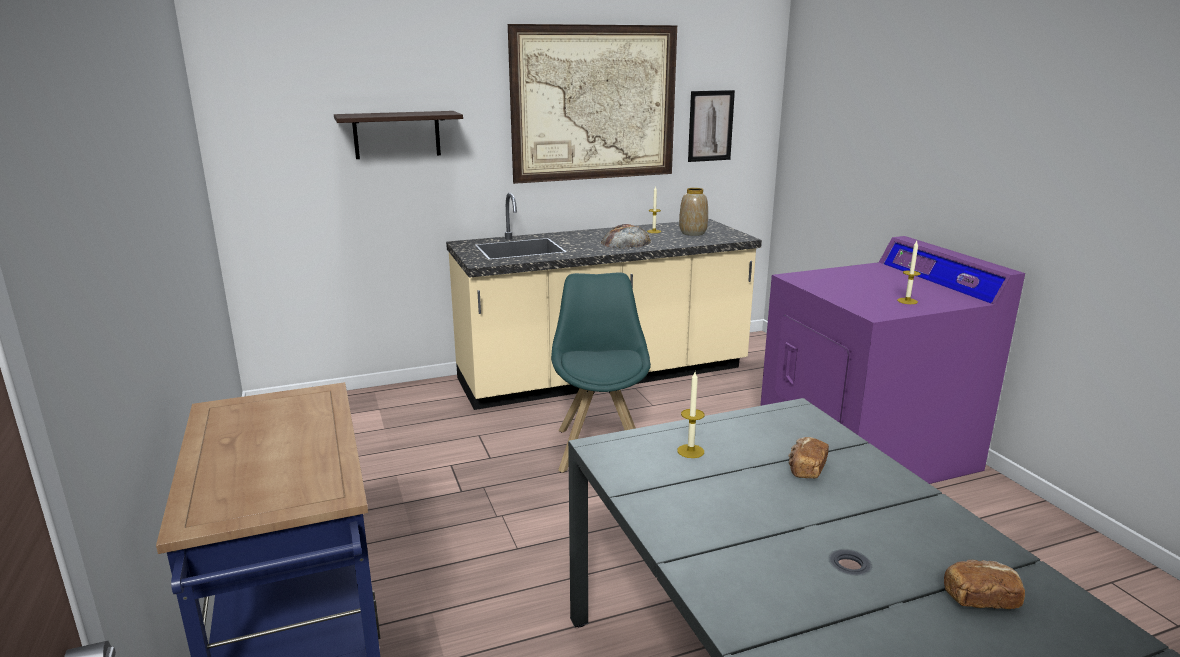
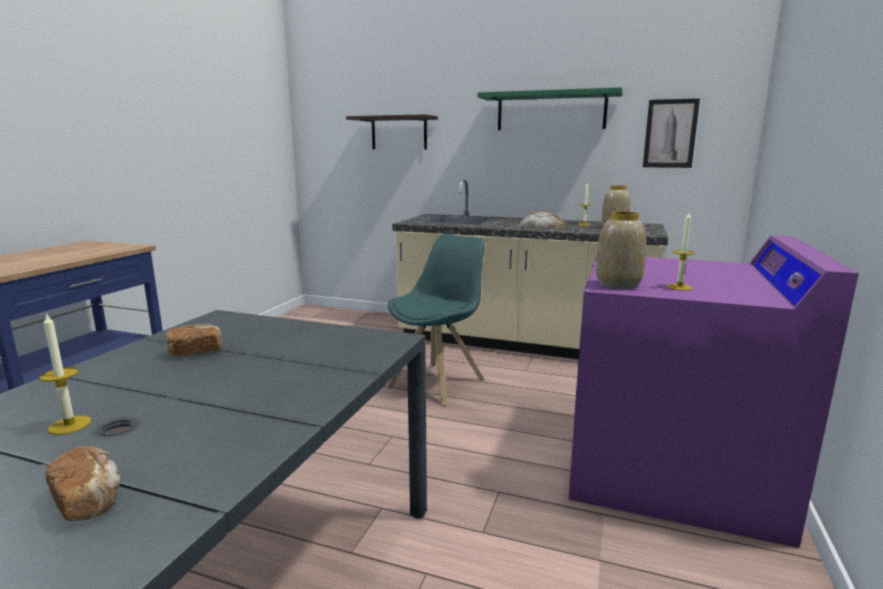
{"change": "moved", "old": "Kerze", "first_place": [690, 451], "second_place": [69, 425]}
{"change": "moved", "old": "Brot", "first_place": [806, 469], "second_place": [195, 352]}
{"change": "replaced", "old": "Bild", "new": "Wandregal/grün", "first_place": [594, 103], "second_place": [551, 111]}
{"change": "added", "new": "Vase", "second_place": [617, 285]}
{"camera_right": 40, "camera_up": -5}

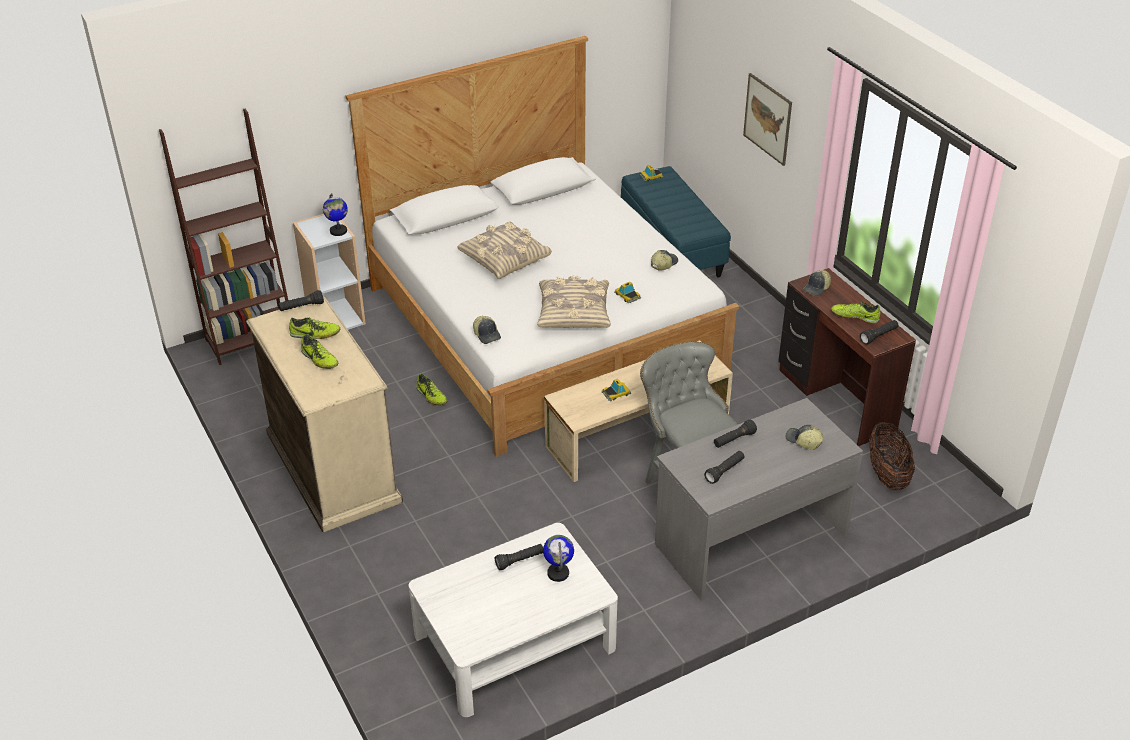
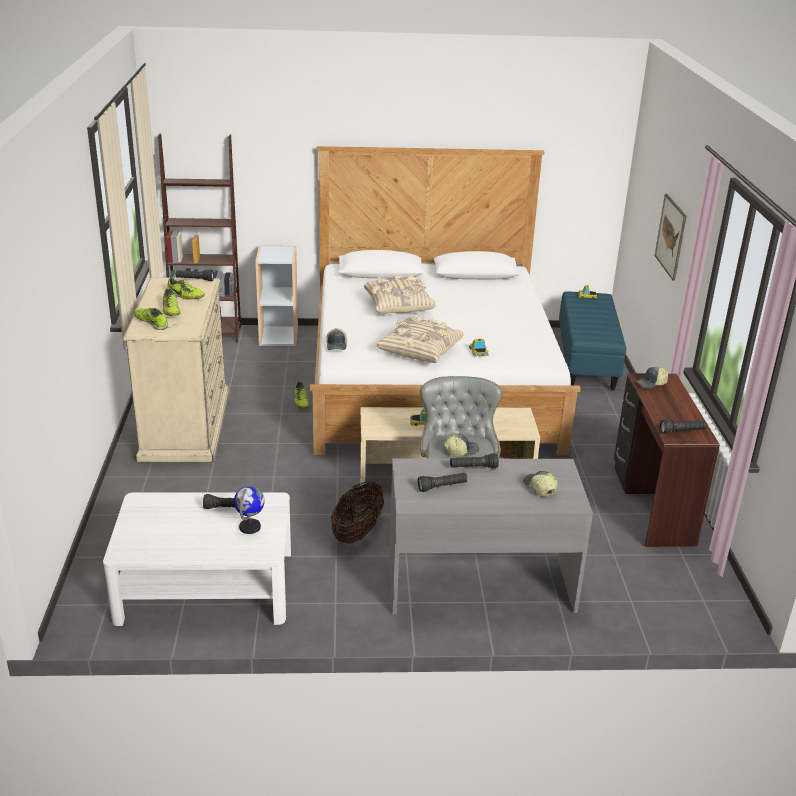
{"change": "moved", "old": "Schuh", "first_place": [854, 316], "second_place": [151, 322]}
{"change": "moved", "old": "Korb", "first_place": [887, 474], "second_place": [357, 532]}
{"change": "moved", "old": "Kappe", "first_place": [663, 264], "second_place": [460, 450]}
{"change": "removed", "old": "Globus", "first_place": [338, 231]}
{"camera_right": 25, "camera_up": -10}

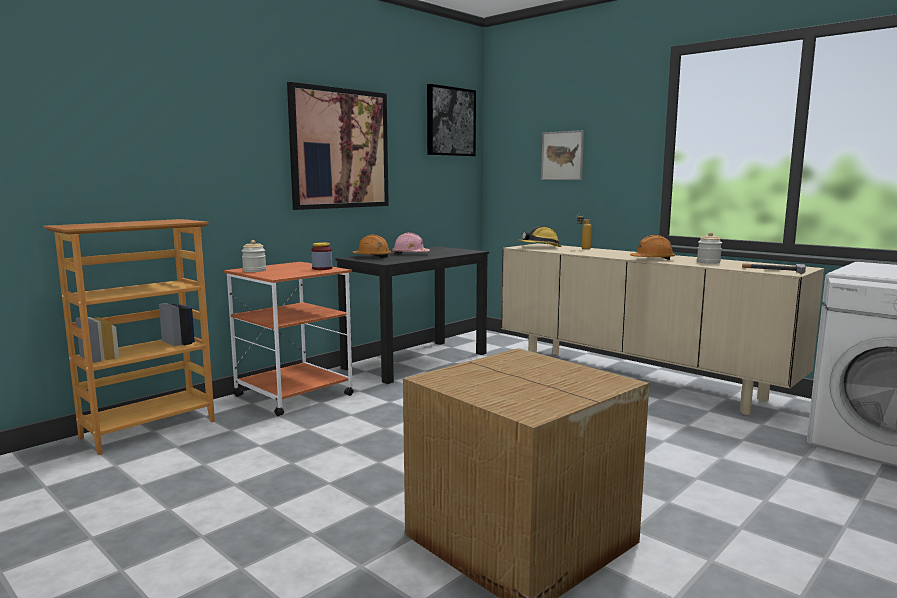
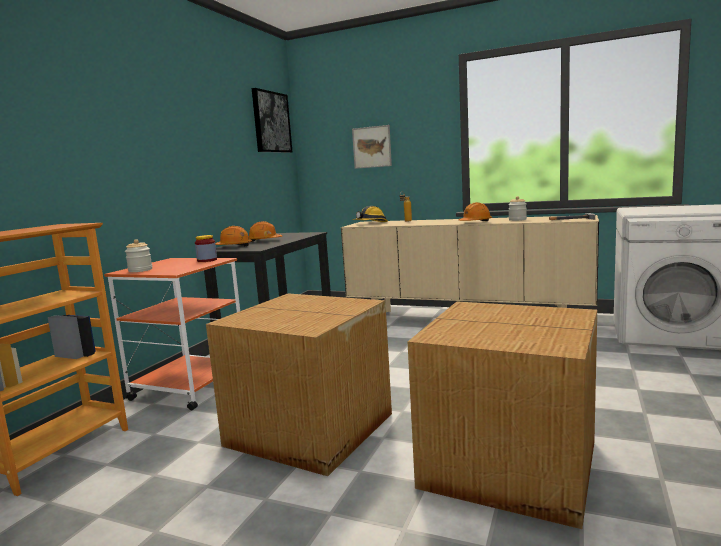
{"change": "added", "new": "Karton", "second_place": [310, 430]}
{"change": "recoloured", "old": "Schutzhelm/rosa", "new": "Schutzhelm/orange", "first_place": [410, 254], "second_place": [264, 241]}
{"change": "removed", "old": "Bild", "first_place": [340, 149]}
{"camera_right": -20, "camera_up": 0}

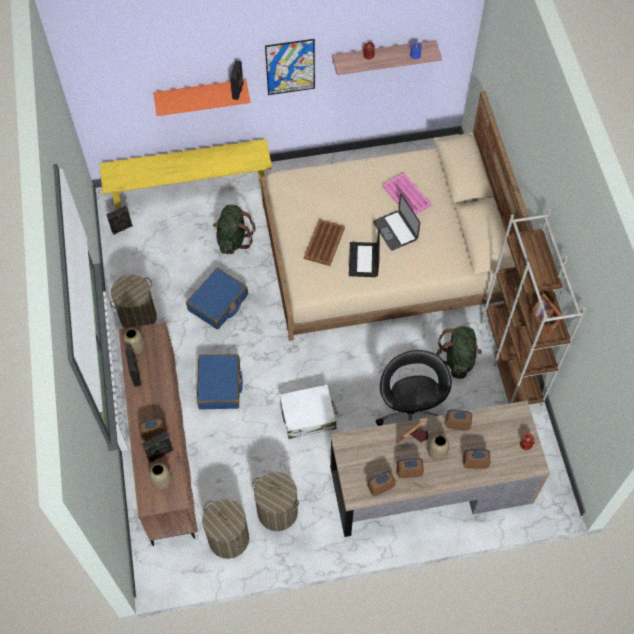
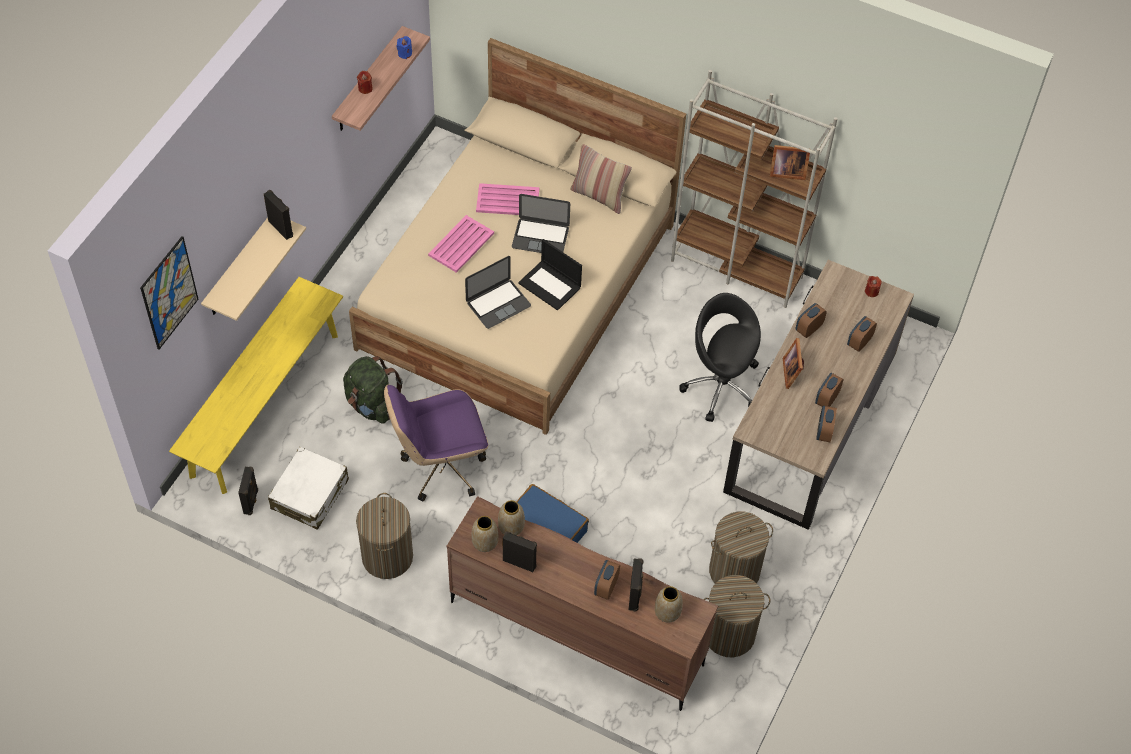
{"change": "moved", "old": "Bild", "first_place": [290, 67], "second_place": [169, 293]}
{"change": "recoloured", "old": "Wandregal/orange", "new": "Wandregal/beige", "first_place": [201, 94], "second_place": [239, 267]}
{"change": "moved", "old": "Koffer/weiß", "first_place": [308, 416], "second_place": [310, 494]}
{"change": "replaced", "old": "Koffer/blau", "new": "Bürostuhl/lila", "first_place": [218, 303], "second_place": [440, 469]}
{"change": "added", "new": "Tablett/rosa", "second_place": [462, 244]}
{"change": "replaced", "old": "Tablett/braun", "new": "Laptop", "first_place": [324, 242], "second_place": [498, 304]}
{"change": "moved", "old": "Vase", "first_place": [437, 452], "second_place": [511, 527]}
{"change": "added", "new": "Kissen", "second_place": [599, 196]}
{"change": "removed", "old": "Rucksack/grün", "first_place": [458, 359]}
{"camera_right": -55, "camera_up": -5}

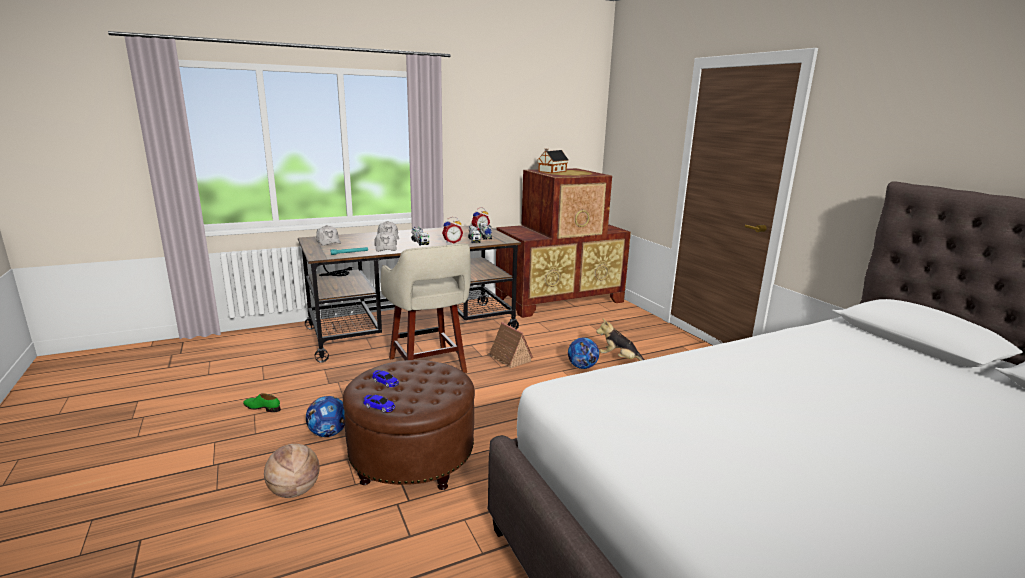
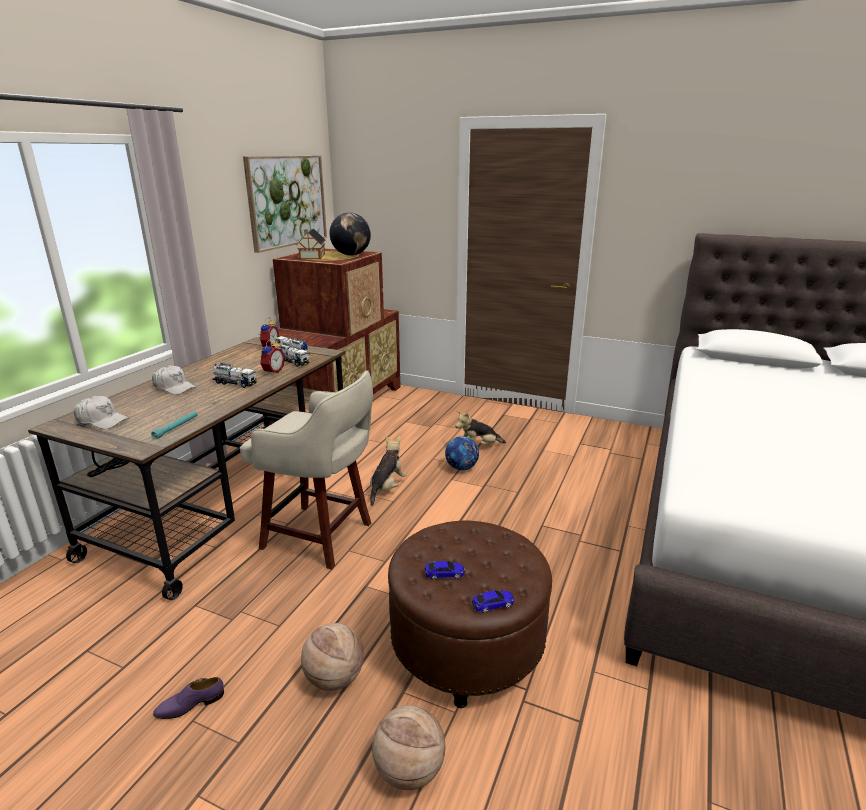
{"change": "recoloured", "old": "Schuh/grün", "new": "Schuh/lila", "first_place": [262, 408], "second_place": [190, 705]}
{"change": "added", "new": "Bild", "second_place": [287, 201]}
{"change": "replaced", "old": "Fußball", "new": "Basketball", "first_place": [328, 433], "second_place": [334, 678]}
{"change": "added", "new": "Globus", "second_place": [351, 255]}
{"change": "replaced", "old": "Spielzeughaus", "new": "Plüschtier", "first_place": [509, 358], "second_place": [387, 488]}
{"change": "removed", "old": "Kappe/weiß", "first_place": [386, 248]}
{"camera_right": -40, "camera_up": 5}

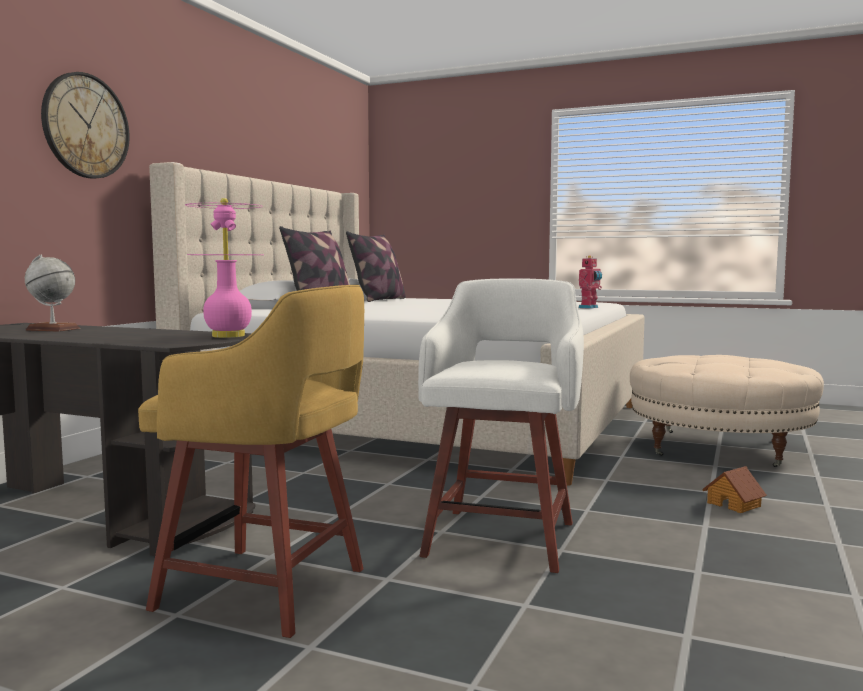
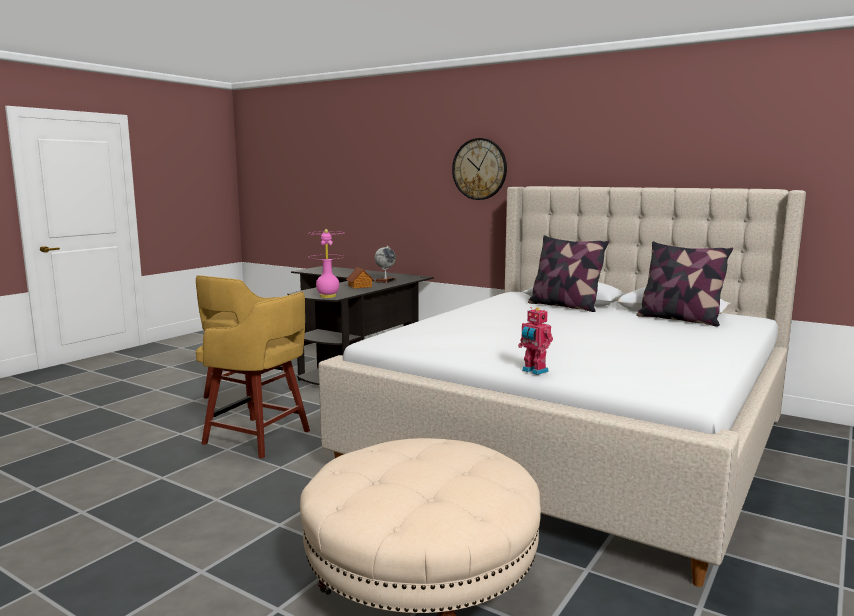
{"change": "recoloured", "old": "Hocker/weiß", "new": "Hocker/gelb", "first_place": [502, 537], "second_place": [259, 438]}
{"change": "moved", "old": "Spielzeughaus", "first_place": [734, 504], "second_place": [360, 286]}
{"camera_right": 100, "camera_up": 5}

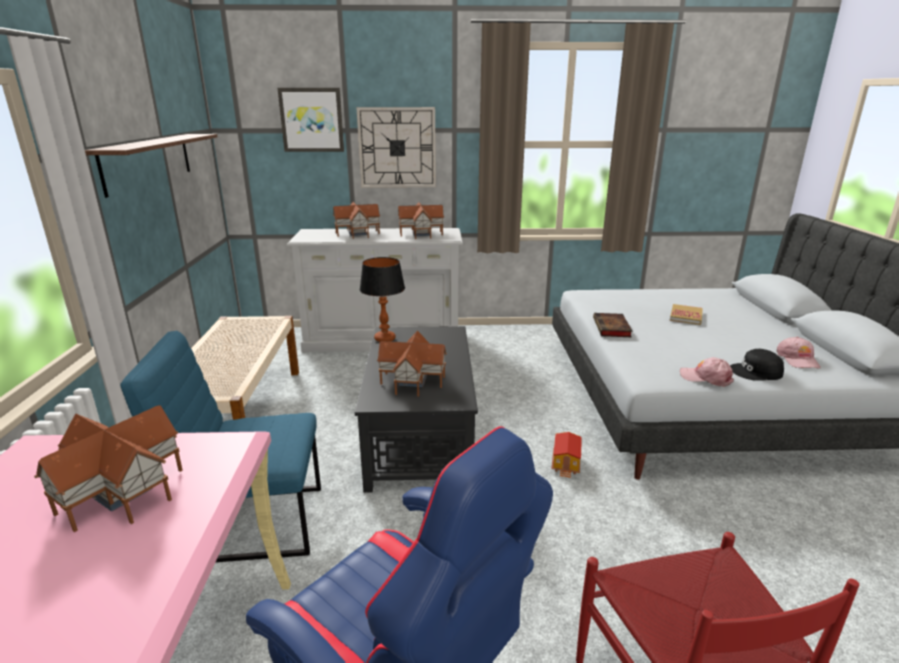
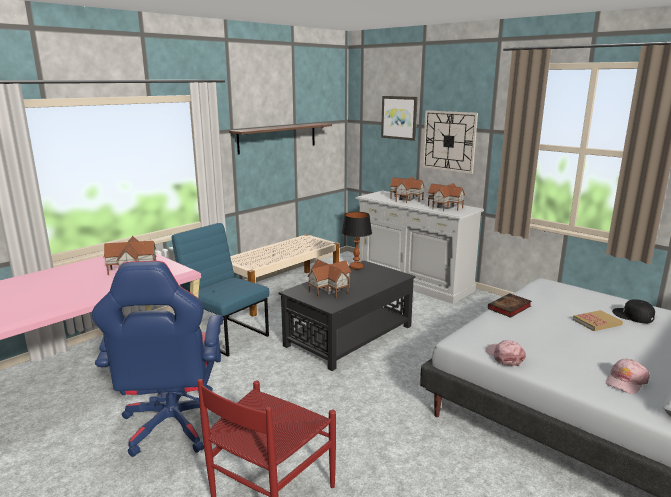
{"change": "moved", "old": "Kappe/schwarz", "first_place": [756, 372], "second_place": [633, 316]}
{"change": "removed", "old": "Spielzeughaus", "first_place": [566, 464]}
{"camera_right": 45, "camera_up": -5}

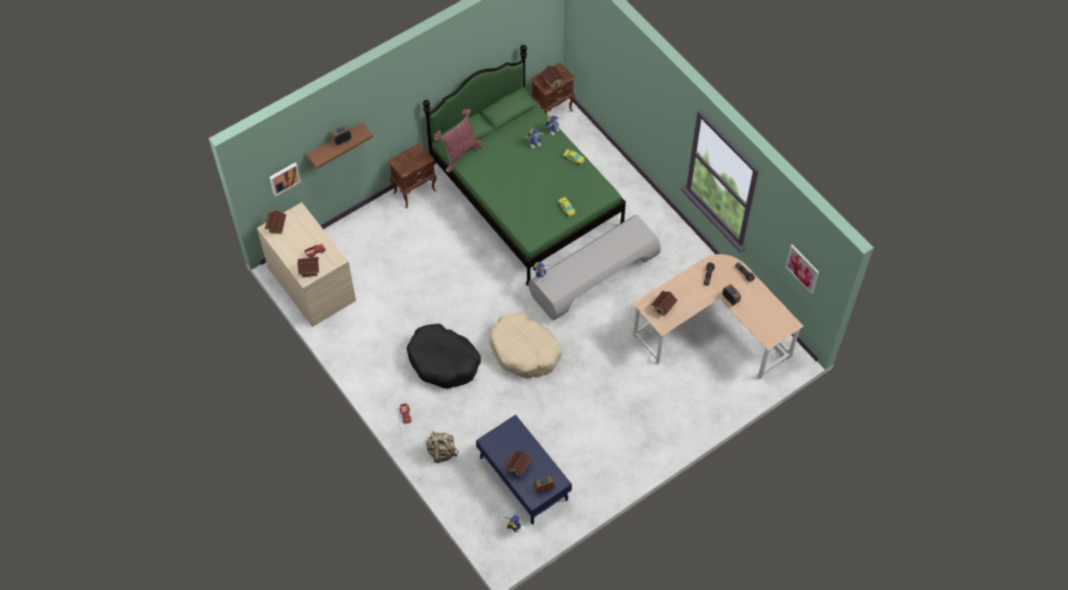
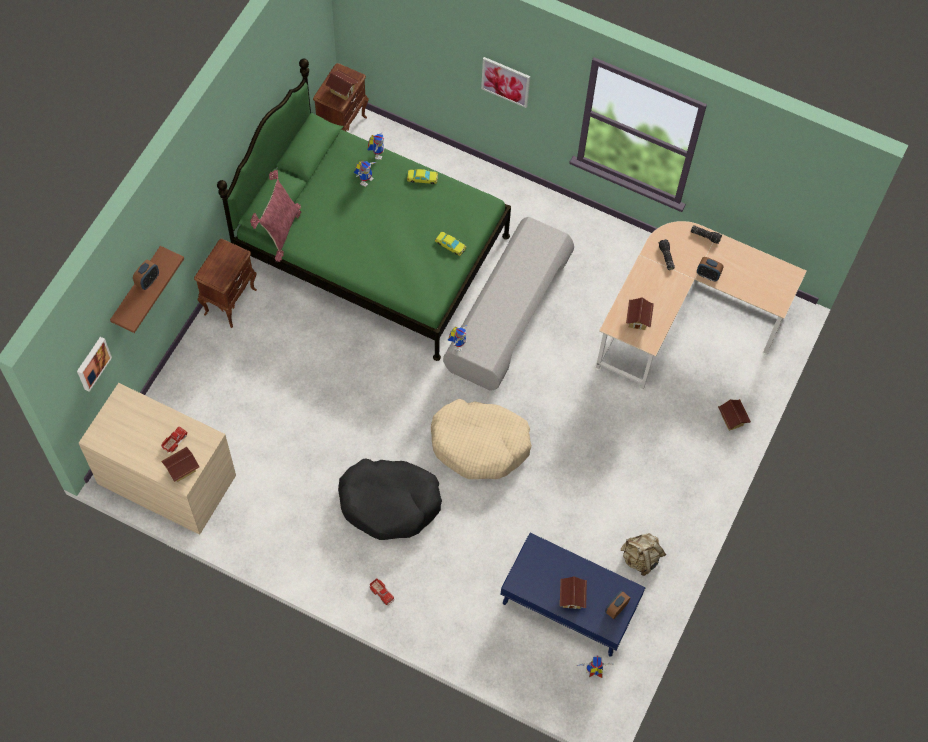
{"change": "moved", "old": "Bild", "first_place": [802, 268], "second_place": [505, 81]}
{"change": "moved", "old": "Rucksack/beige", "first_place": [442, 452], "second_place": [641, 558]}
{"change": "moved", "old": "Spielzeughaus", "first_place": [277, 227], "second_place": [731, 420]}
{"camera_right": -30, "camera_up": 5}

